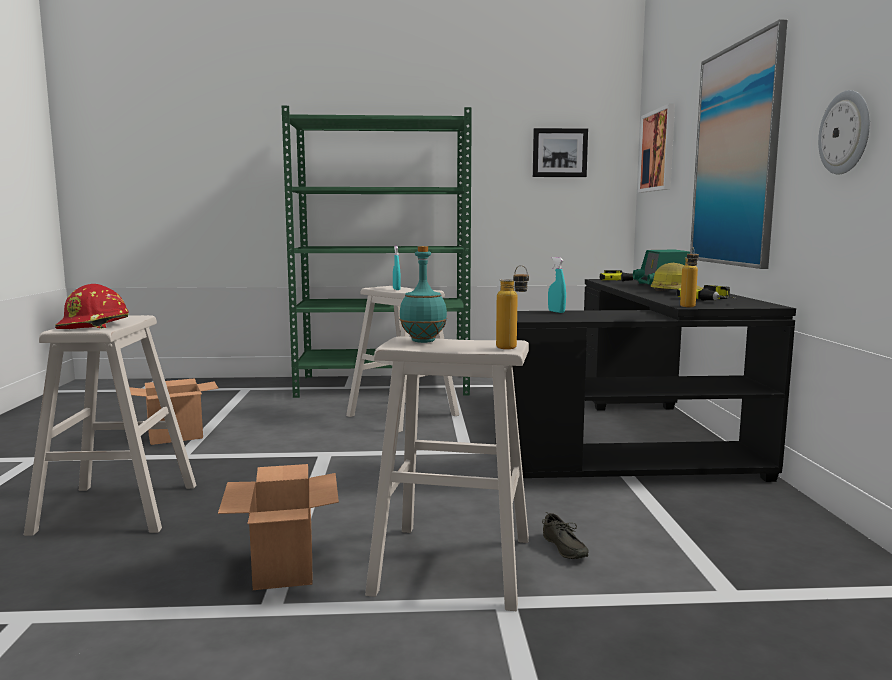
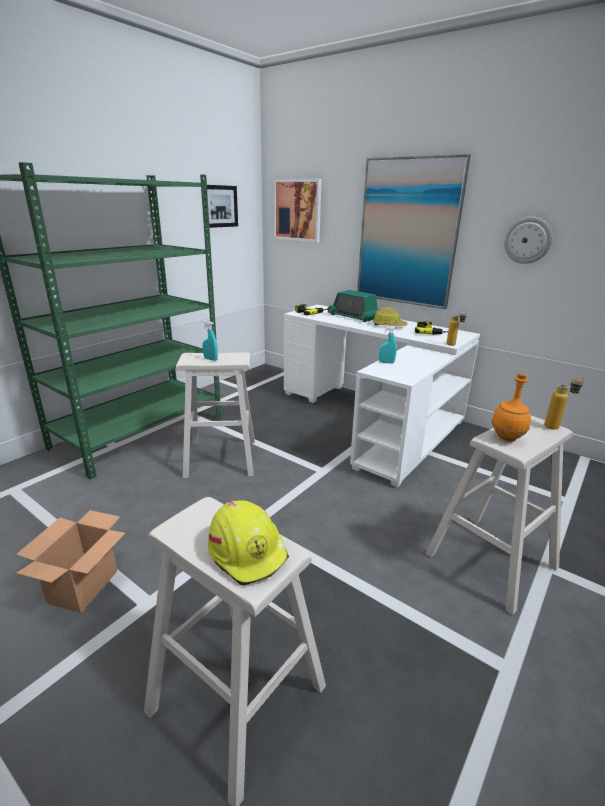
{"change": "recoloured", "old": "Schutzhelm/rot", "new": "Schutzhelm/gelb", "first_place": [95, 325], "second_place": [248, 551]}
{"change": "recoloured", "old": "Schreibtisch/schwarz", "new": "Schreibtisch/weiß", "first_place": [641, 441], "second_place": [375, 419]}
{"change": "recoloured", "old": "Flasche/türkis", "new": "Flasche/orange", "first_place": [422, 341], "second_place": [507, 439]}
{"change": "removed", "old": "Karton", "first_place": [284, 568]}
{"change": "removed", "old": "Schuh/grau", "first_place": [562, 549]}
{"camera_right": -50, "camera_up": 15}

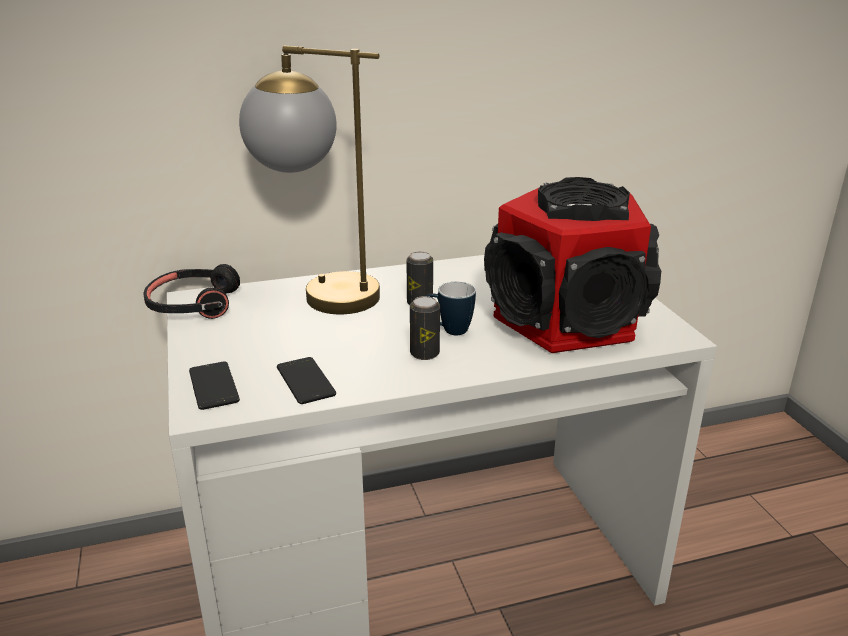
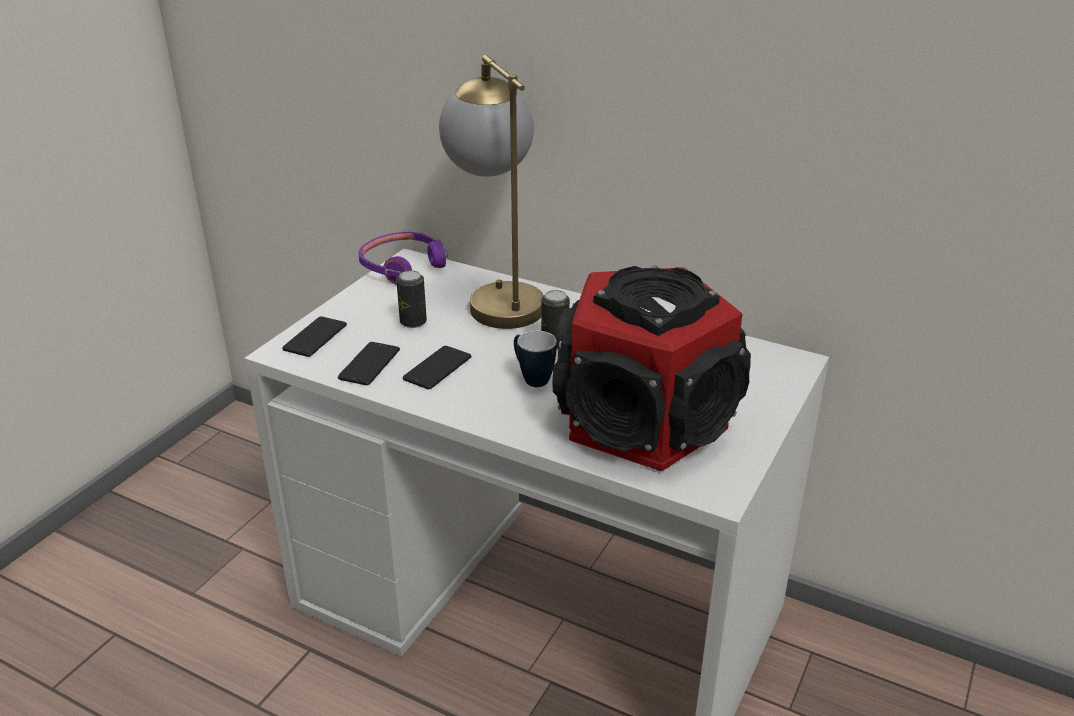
{"change": "recoloured", "old": "Kopfhörer/schwarz", "new": "Kopfhörer/lila", "first_place": [192, 304], "second_place": [402, 266]}
{"change": "moved", "old": "Dose", "first_place": [424, 354], "second_place": [413, 322]}
{"change": "added", "new": "Handy", "second_place": [437, 368]}
{"camera_right": 45, "camera_up": 5}

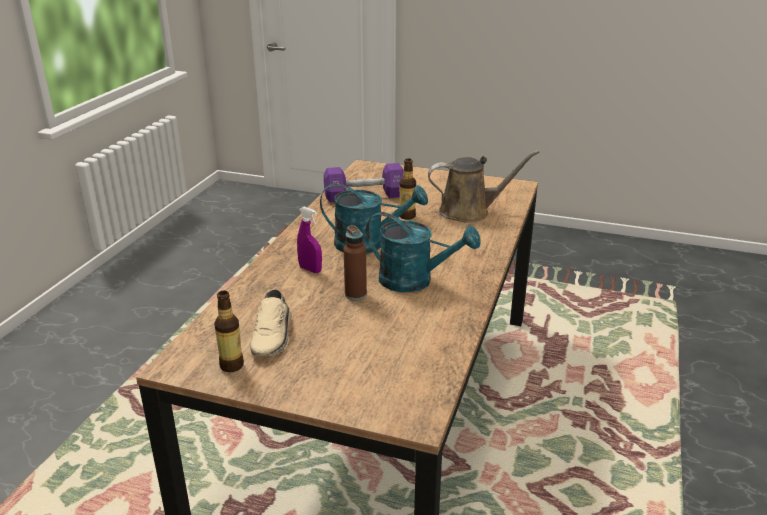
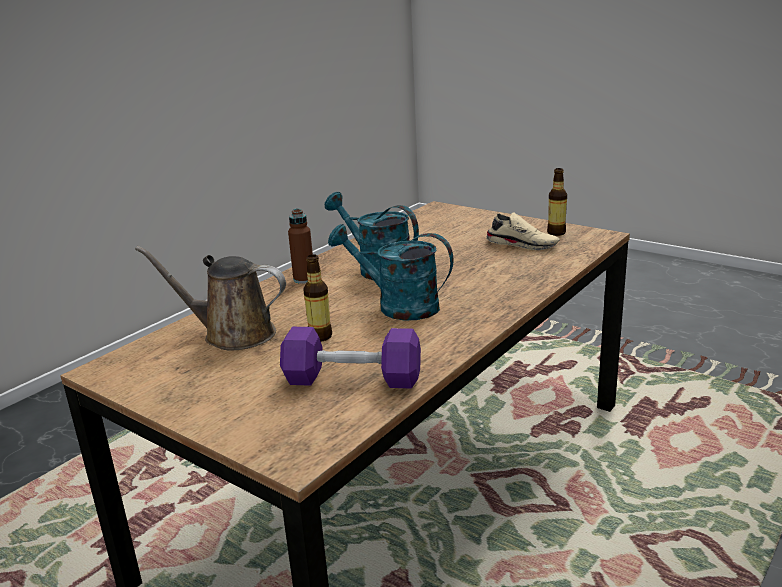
{"change": "moved", "old": "Flasche/braun", "first_place": [355, 294], "second_place": [304, 279]}
{"change": "turned", "old": "Schuh/beige", "first_place": [273, 336], "second_place": [522, 244], "degrees": 90}
{"change": "removed", "old": "Sprühflasche/lila", "first_place": [310, 269]}
{"camera_right": -160, "camera_up": -5}

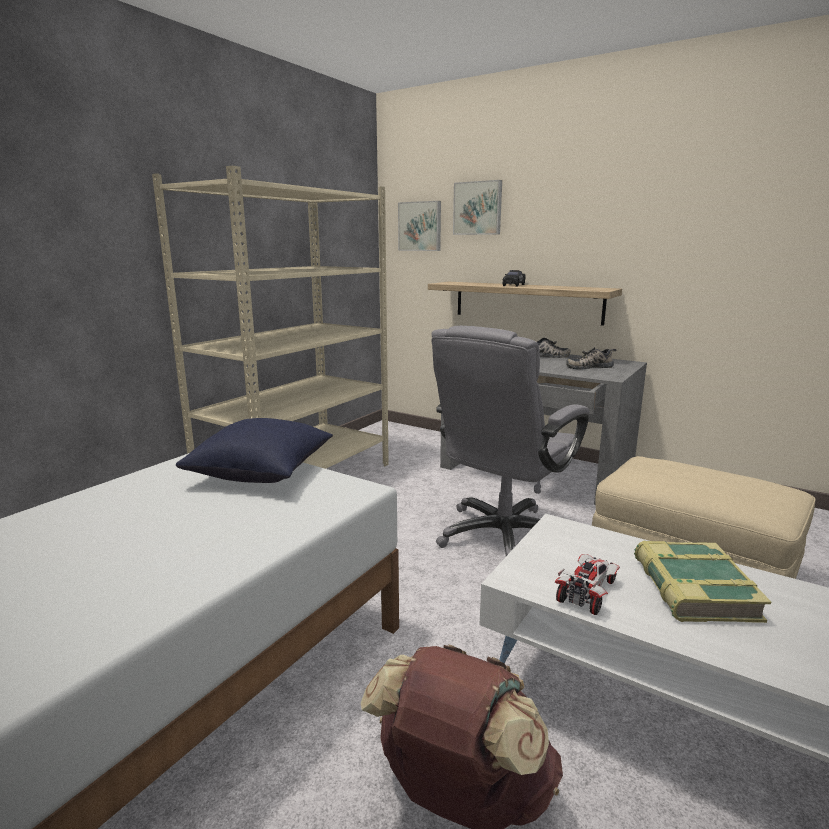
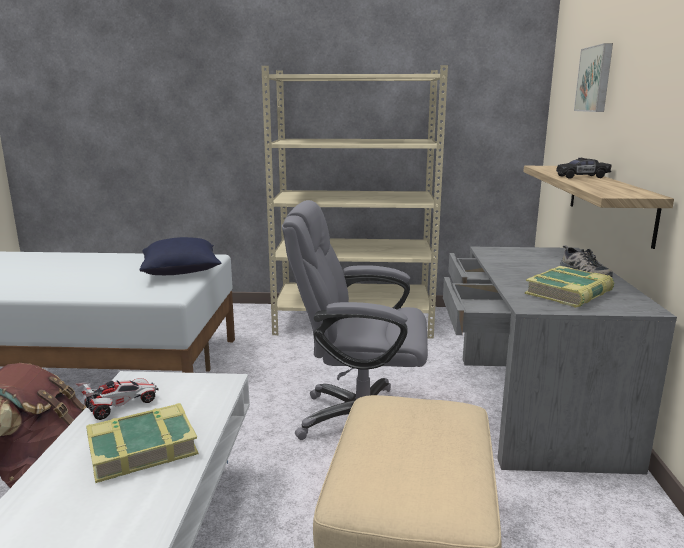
{"change": "turned", "old": "Spielzeugauto", "first_place": [587, 592], "second_place": [121, 405], "degrees": -45}
{"change": "replaced", "old": "Schuh", "new": "Buch", "first_place": [589, 366], "second_place": [569, 293]}
{"change": "removed", "old": "Bild", "first_place": [420, 226]}
{"camera_right": 60, "camera_up": 0}

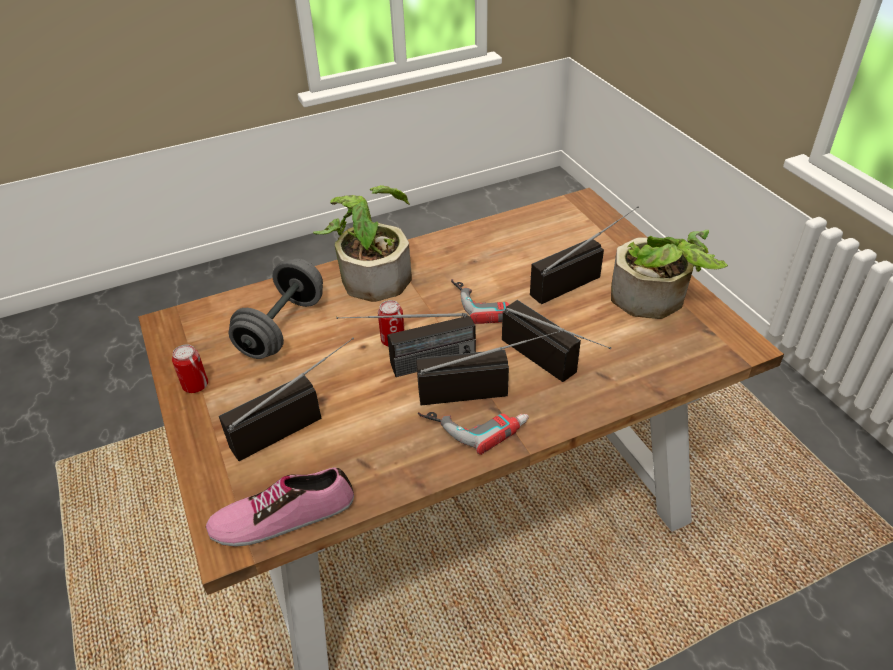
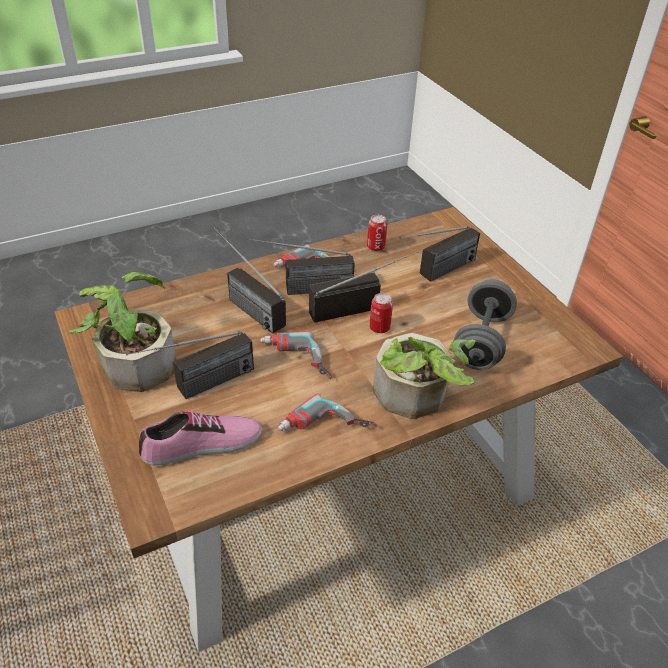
{"change": "moved", "old": "Schuh", "first_place": [283, 515], "second_place": [202, 446]}
{"change": "added", "new": "Bohrmaschine", "second_place": [325, 430]}
{"change": "moved", "old": "Dose", "first_place": [195, 385], "second_place": [376, 247]}
{"camera_right": 175, "camera_up": 0}

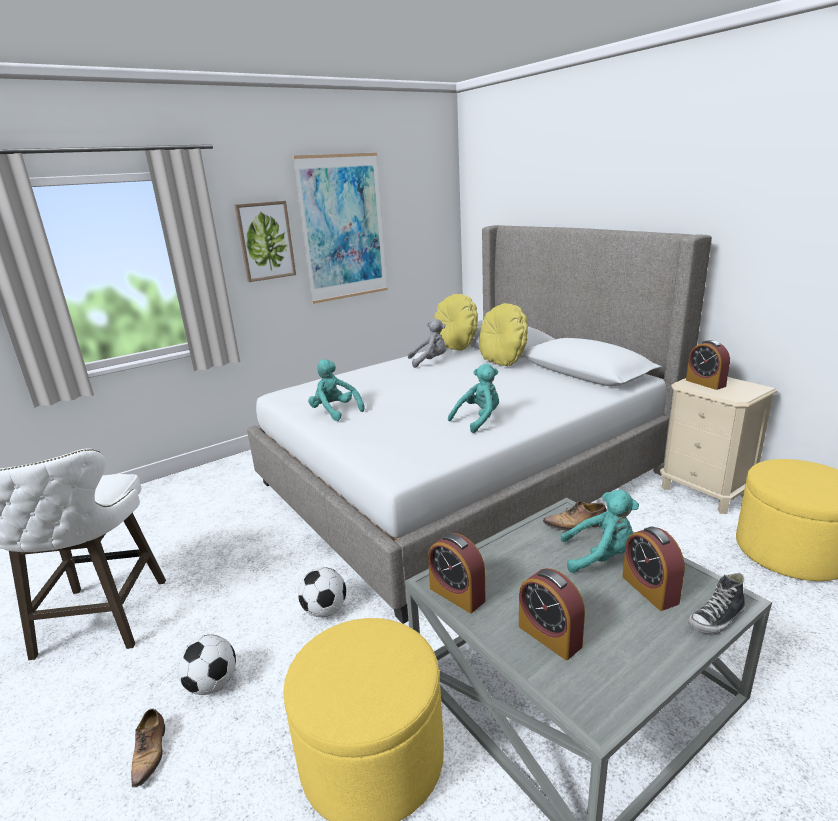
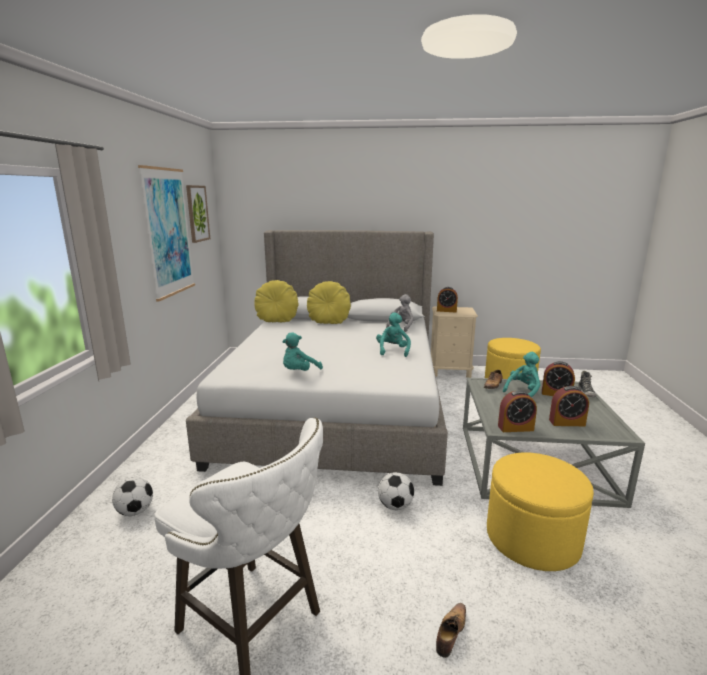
{"change": "moved", "old": "Fußball", "first_place": [212, 684], "second_place": [135, 511]}
{"change": "moved", "old": "Bild", "first_place": [265, 241], "second_place": [197, 213]}
{"change": "turned", "old": "Plüschtier/türkis", "first_place": [335, 412], "second_place": [299, 372], "degrees": -45}
{"change": "moved", "old": "Plüschtier/grau", "first_place": [430, 361], "second_place": [401, 327]}
{"change": "turned", "old": "Schuh", "first_place": [150, 753], "second_place": [450, 633], "degrees": -90}
{"camera_right": -50, "camera_up": -5}

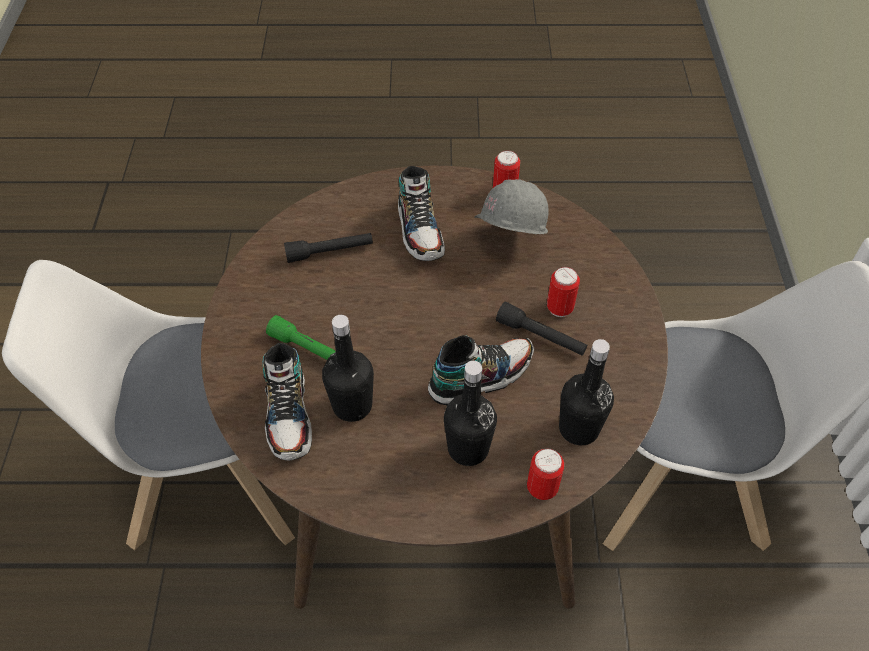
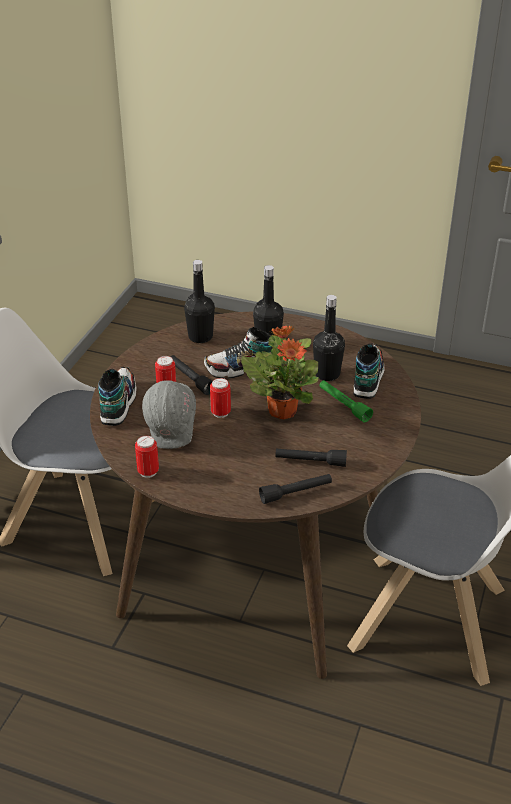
{"change": "moved", "old": "Schuh", "first_place": [420, 231], "second_place": [118, 403]}
{"change": "moved", "old": "Dose", "first_place": [542, 488], "second_place": [220, 413]}
{"change": "added", "new": "Topfpflanze", "second_place": [282, 410]}
{"change": "added", "new": "Taschenlampe/schwarz", "second_place": [296, 493]}
{"camera_right": -160, "camera_up": -15}

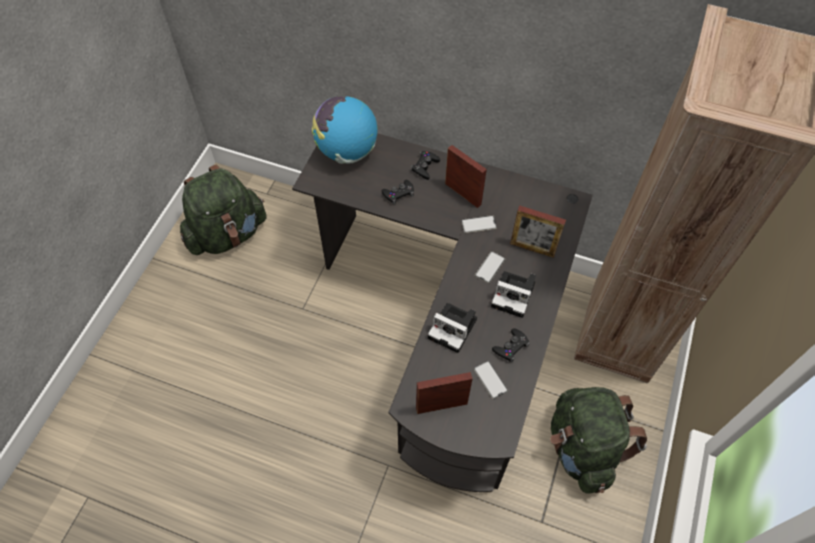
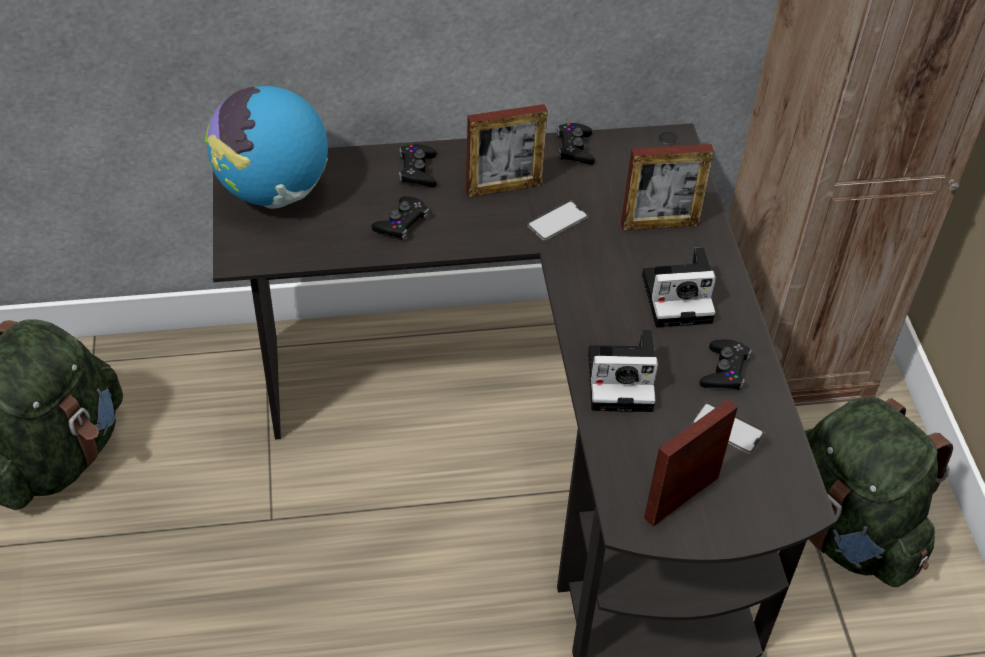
{"change": "turned", "old": "Bilderrahmen", "first_place": [463, 194], "second_place": [503, 188], "degrees": 150}
{"change": "added", "new": "Gamepad/schwarz", "second_place": [574, 149]}
{"change": "removed", "old": "Handy", "first_place": [490, 267]}
{"camera_right": -30, "camera_up": -10}

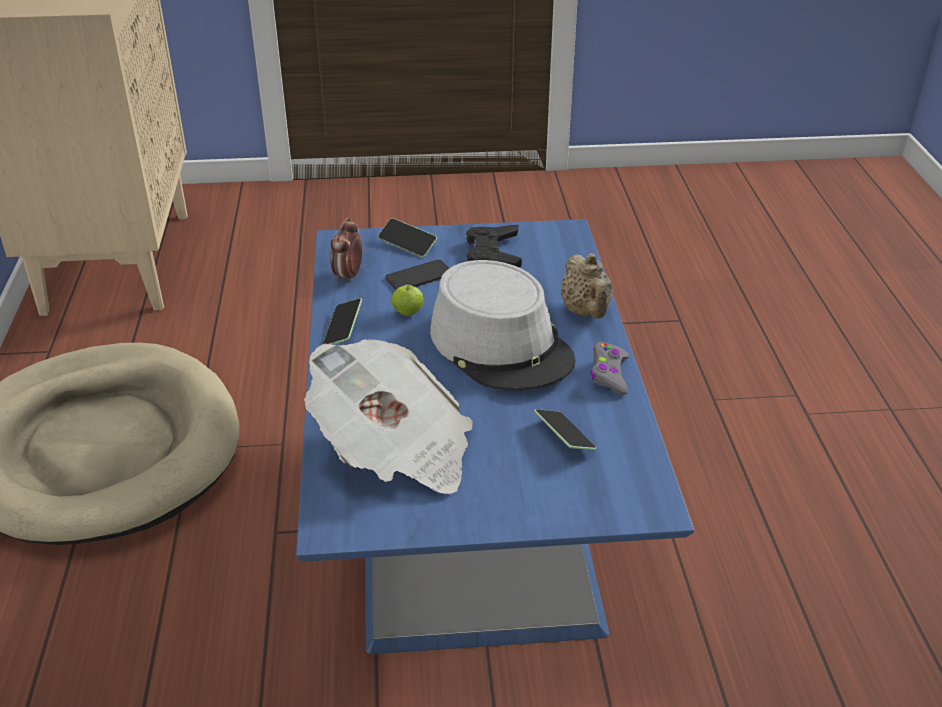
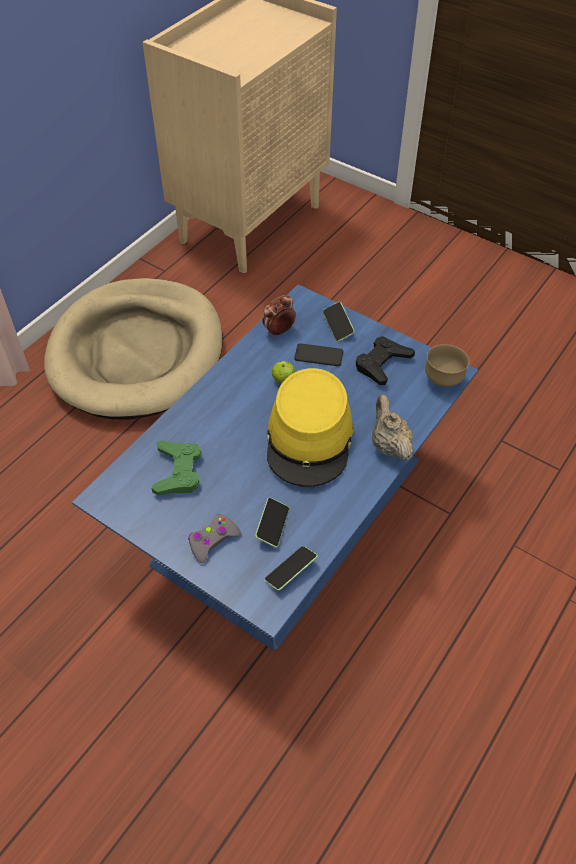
{"change": "replaced", "old": "Zeitung", "new": "Gamepad/grün", "first_place": [395, 450], "second_place": [178, 471]}
{"change": "moved", "old": "Gamepad/grau", "first_place": [609, 374], "second_place": [213, 541]}
{"change": "moved", "old": "Handy", "first_place": [343, 330], "second_place": [291, 571]}
{"change": "recoloured", "old": "Hut/grau", "new": "Hut/gelb", "first_place": [501, 345], "second_place": [310, 437]}
{"change": "turned", "old": "Teekanne/beige", "first_place": [586, 312], "second_place": [389, 445], "degrees": 135}
{"change": "added", "new": "Schüssel/braun", "second_place": [443, 380]}
{"camera_right": 40, "camera_up": 15}

